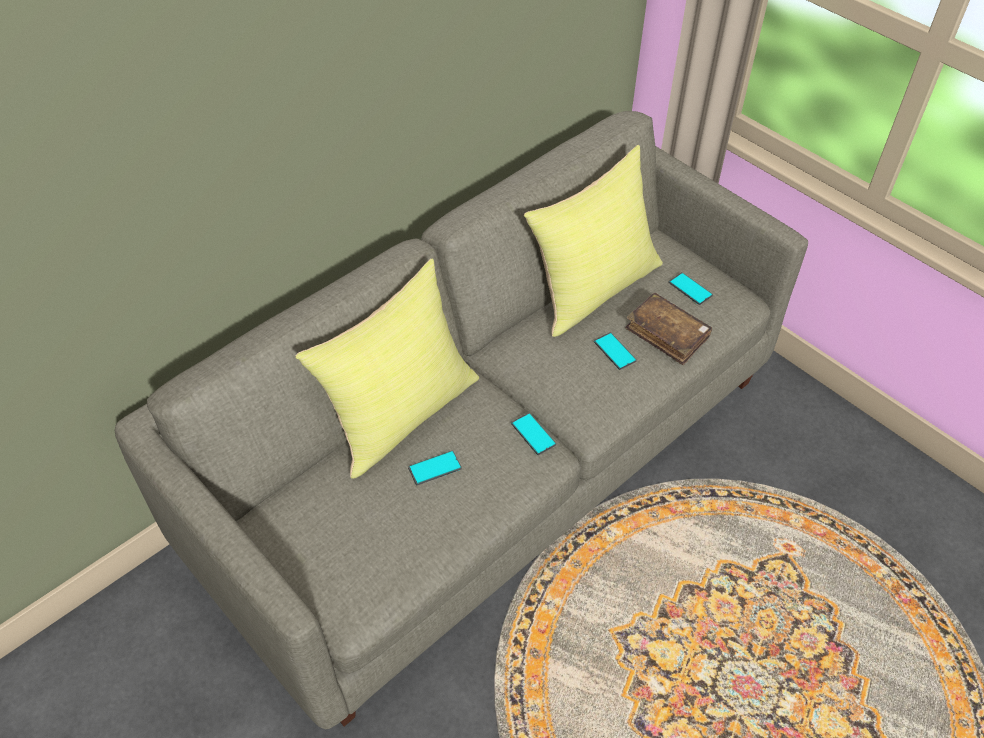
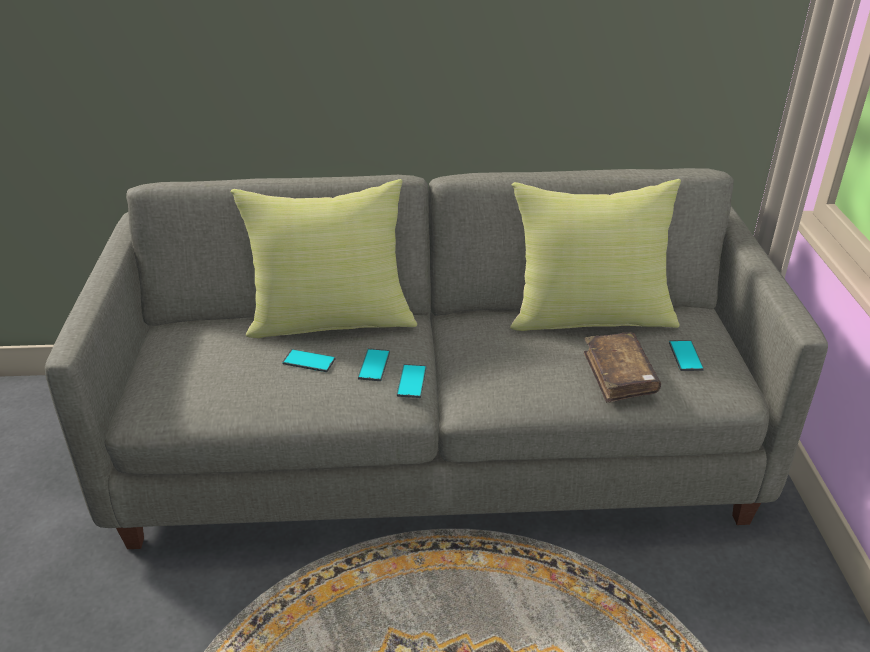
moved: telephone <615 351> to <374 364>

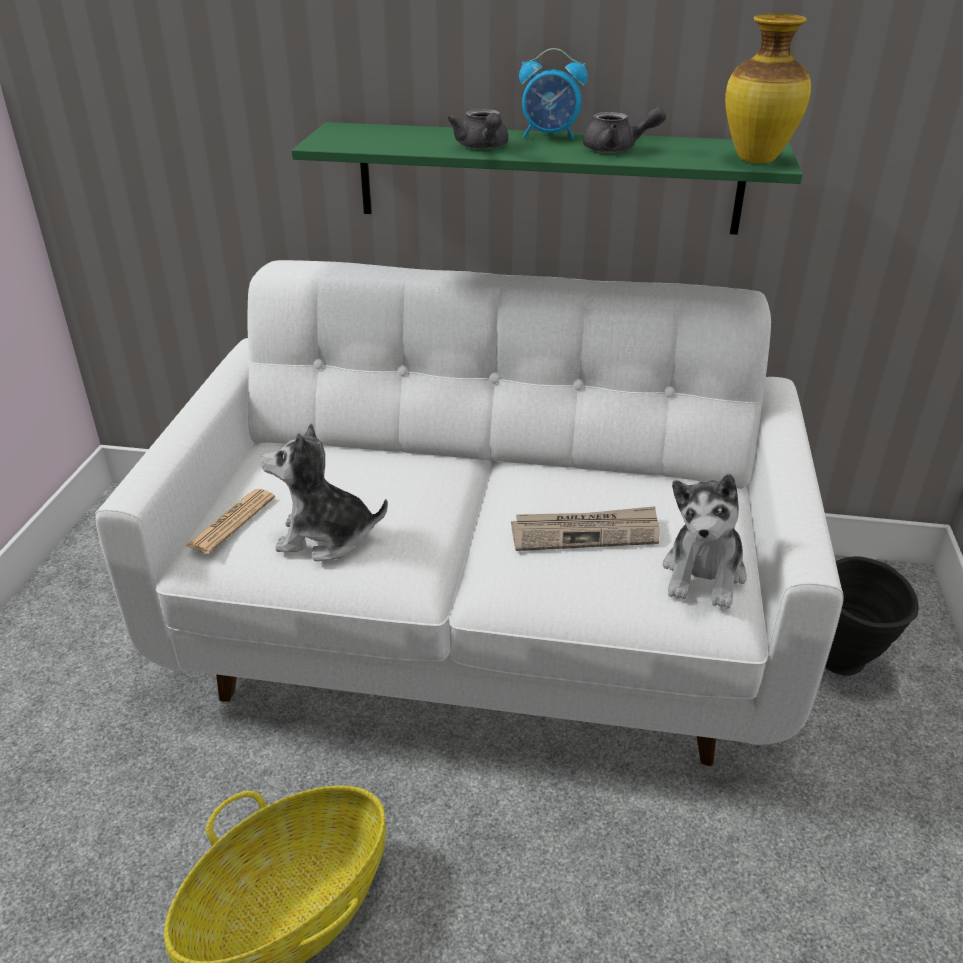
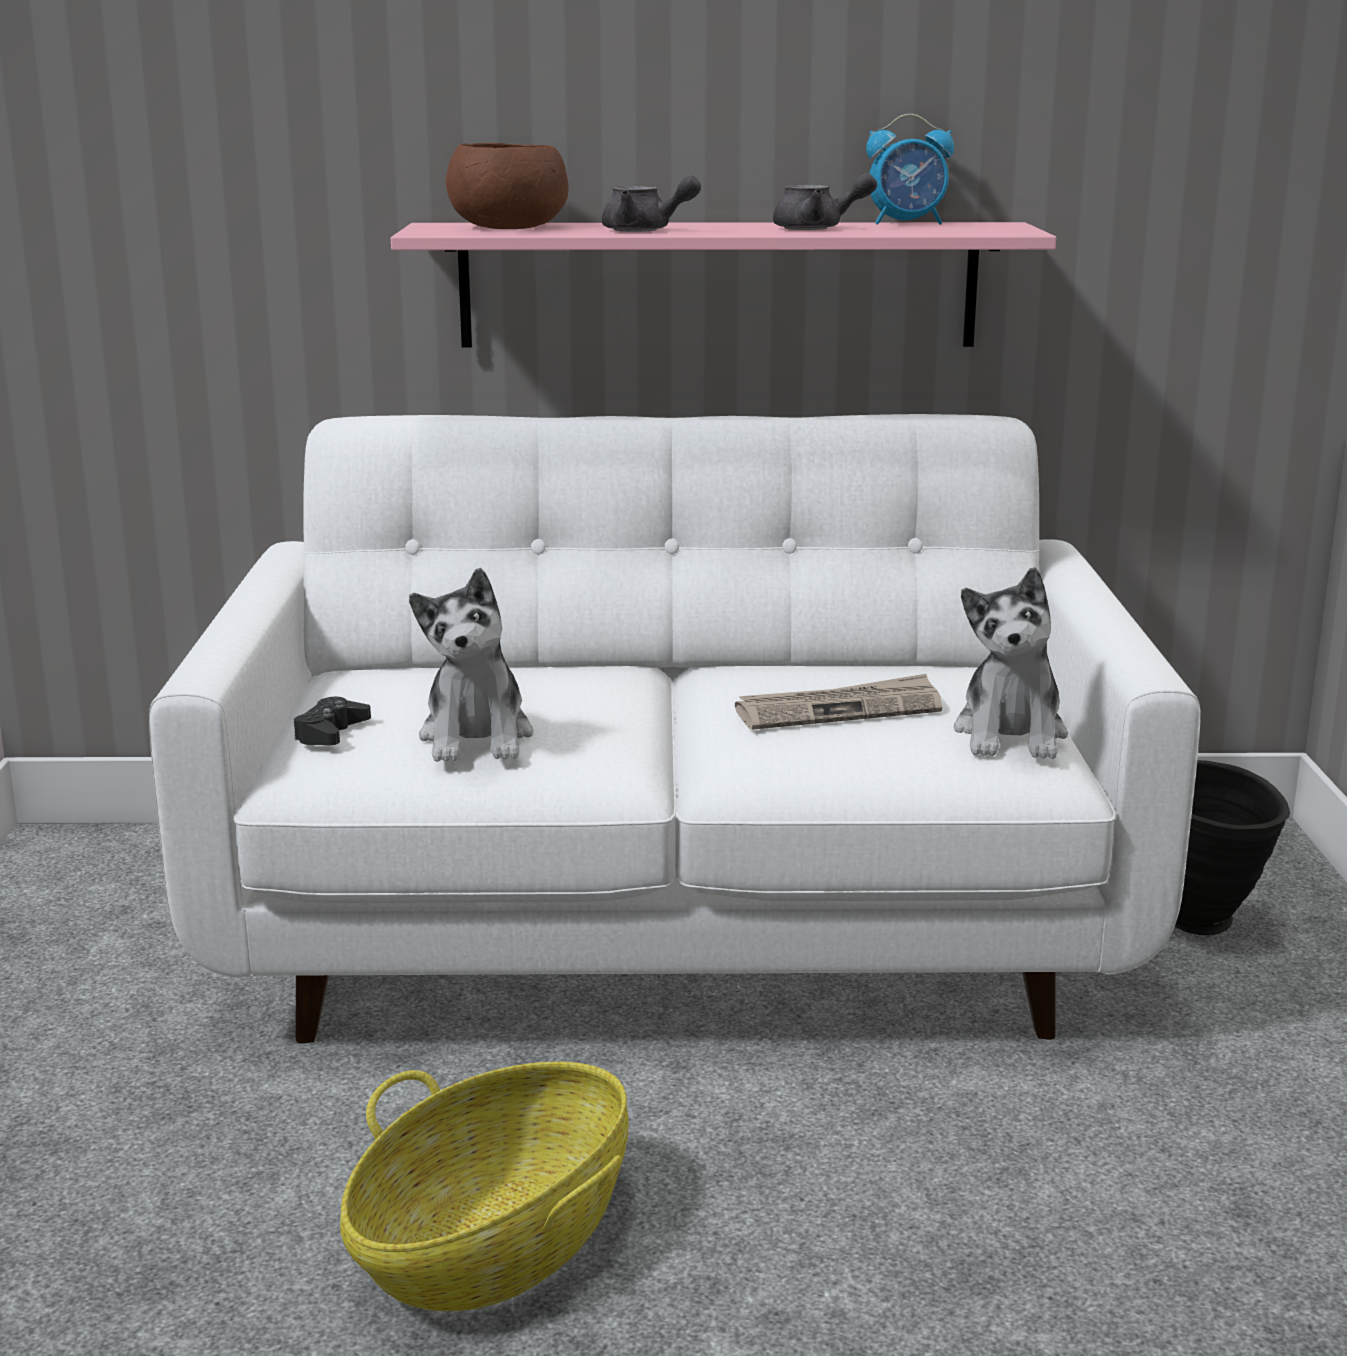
removed: vase <768 88>
added: brownish bowl <507 186>
moved: bedside clock <553 94> to <910 169>
replaced: daily paper <230 521> to black joypad <332 721>
recoloured: green-coloured bracket shelf <547 178> to pinkish bracket shelf <723 285>
turned: plush toy <324 492> = <471 665> 90 degrees counterclockwise; gray pot for tea <478 129> = <651 203> 45 degrees counterclockwise

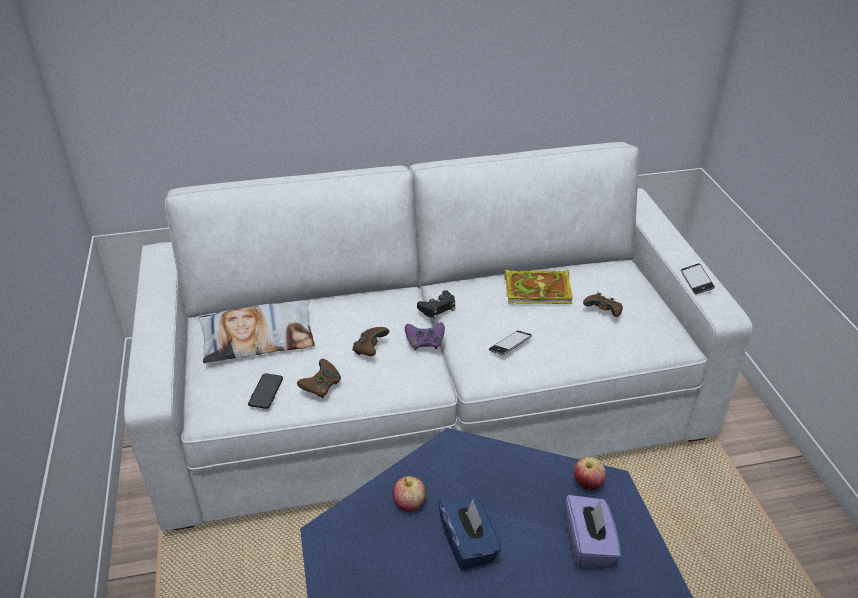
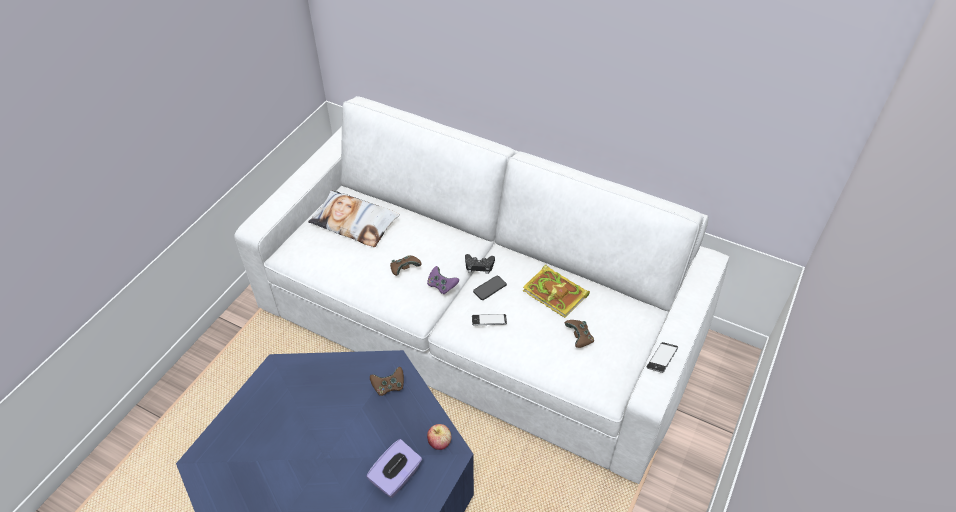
removed: whole apple <409 494>; blue-coloured tissue box <470 533>
moved: telephone <265 391> to <490 287>; brownish joypad <319 378> to <387 381>

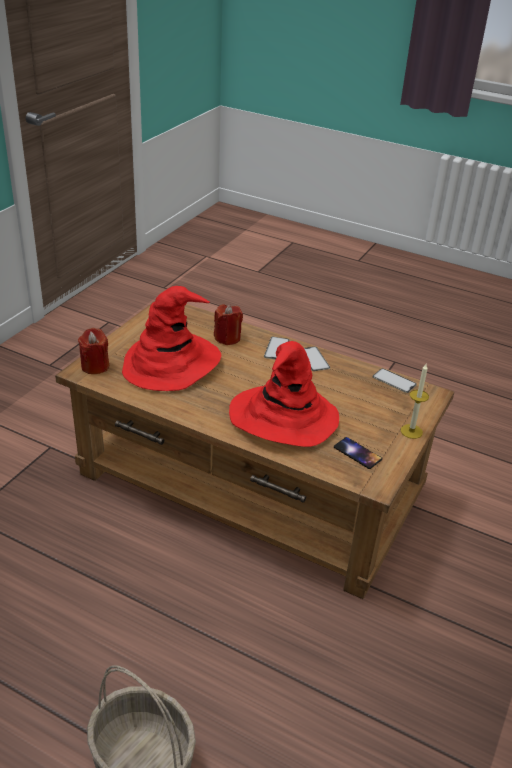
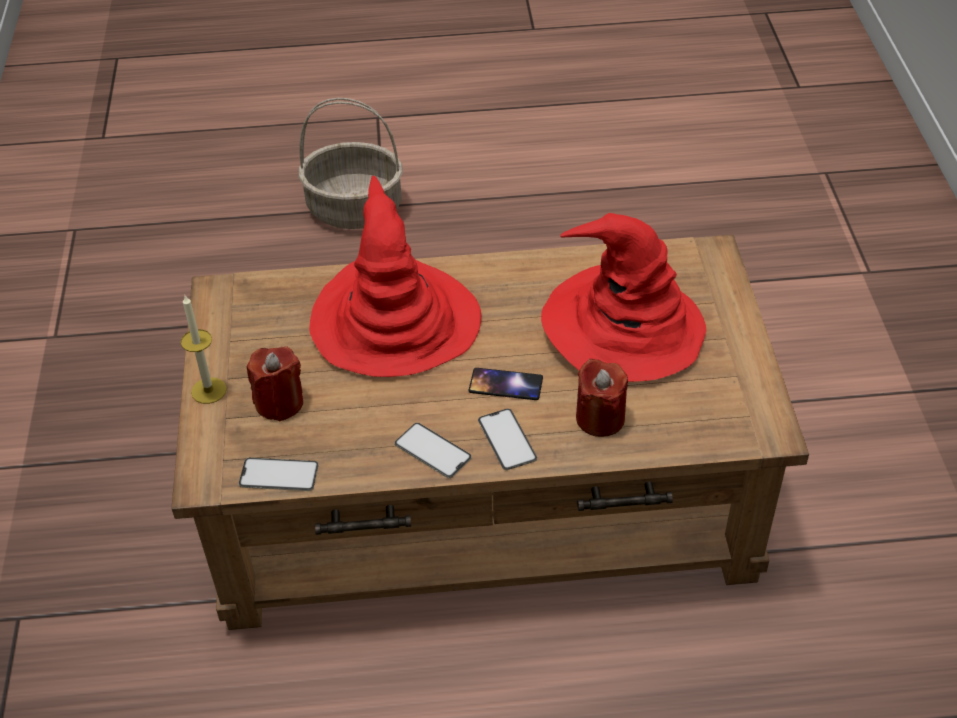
moved: red candle <93 351> to <275 384>; telephone <358 453> to <506 384>

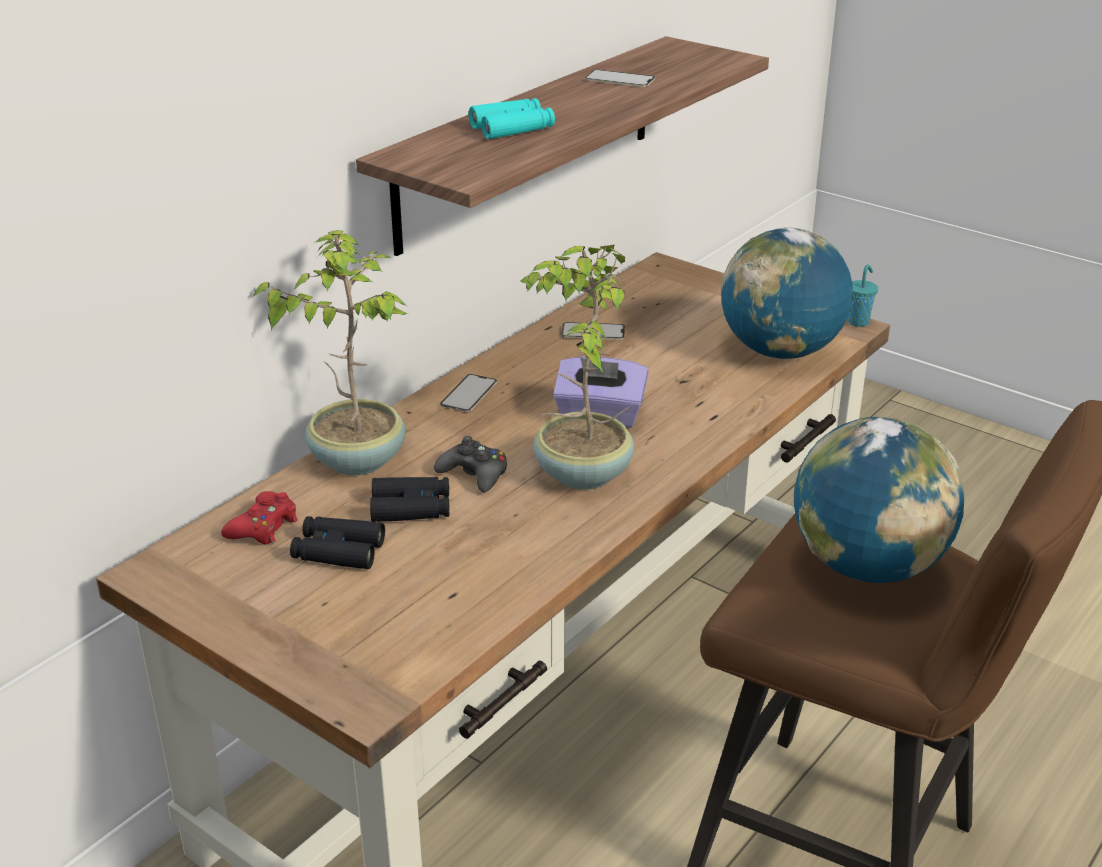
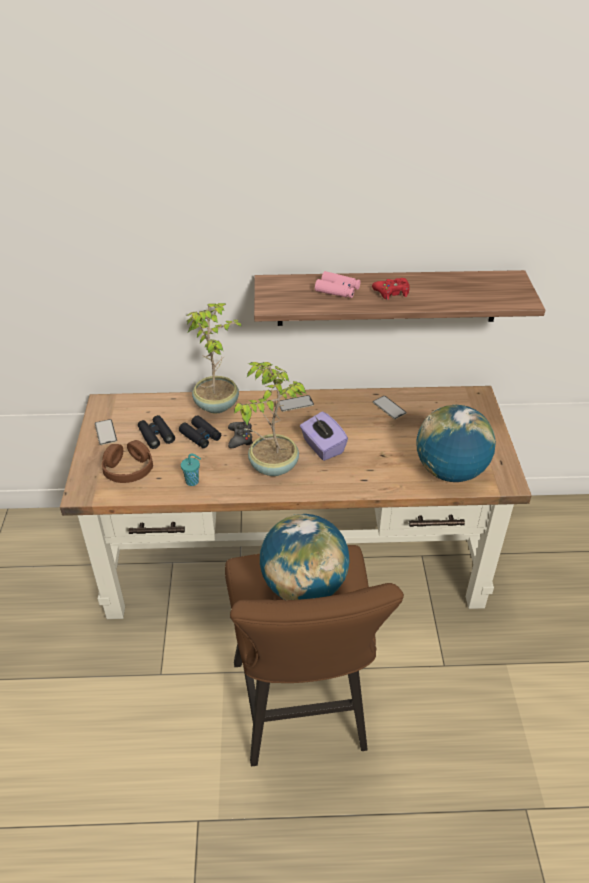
added: brownish pair of headphones <127 461>
moved: red joypad <259 517> to <391 289>; telephone <620 78> to <106 432>; blue-green cup <863 296> to <191 469>
recoloured: blue-green pair of binoculars <512 118> to pinkish pair of binoculars <337 284>

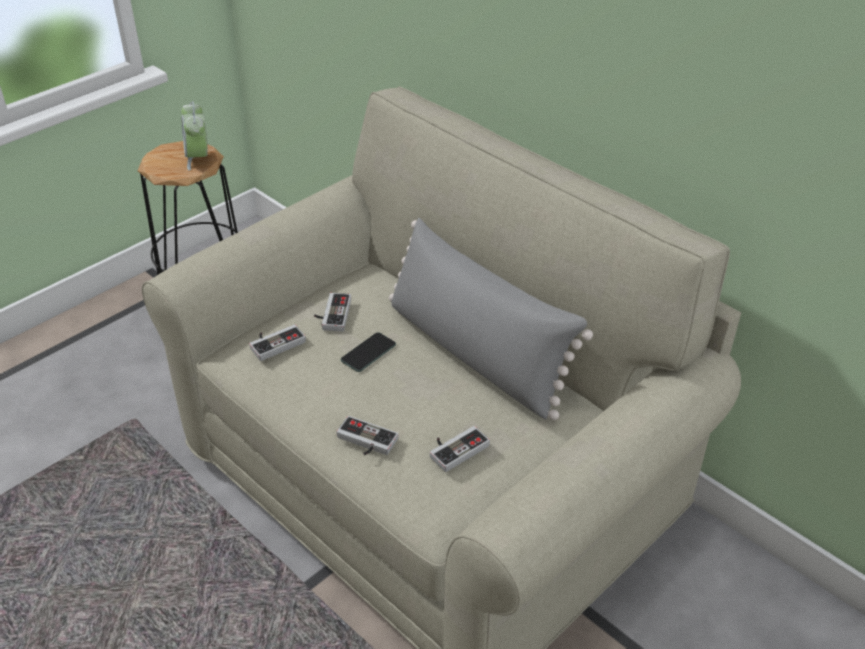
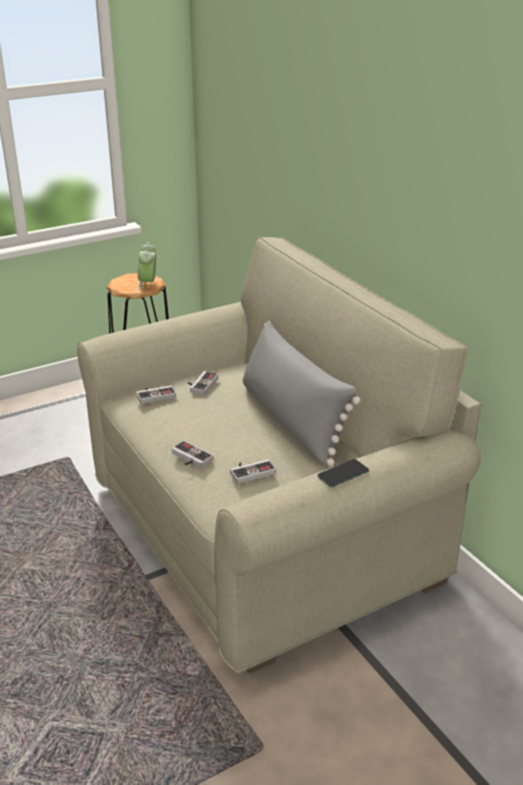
moved: telephone <368 352> to <343 473>

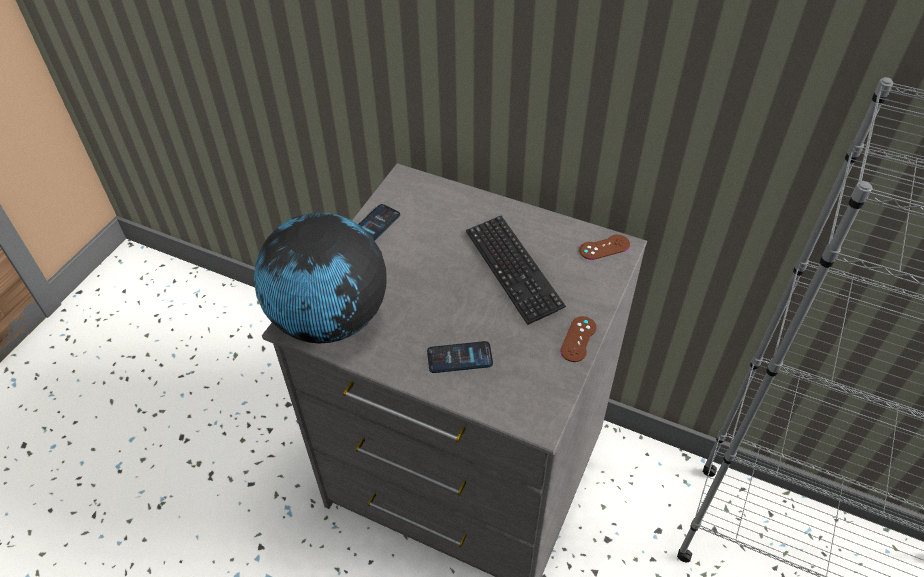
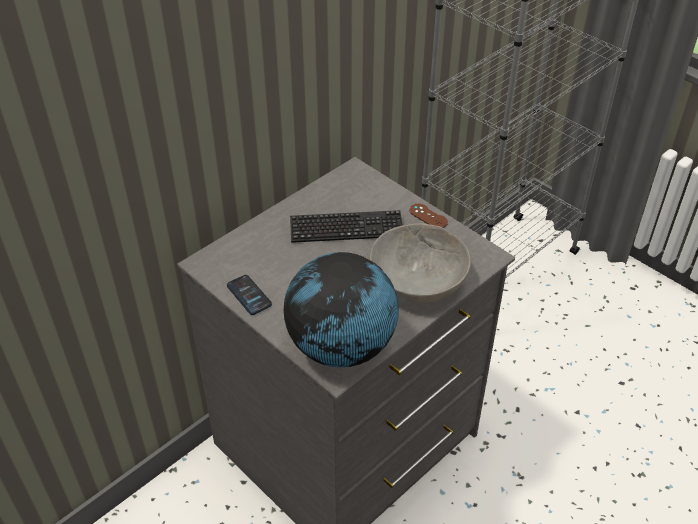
removed: brownish joypad <604 247>
replaced: telephone <460 357> to gray bowl <420 263>

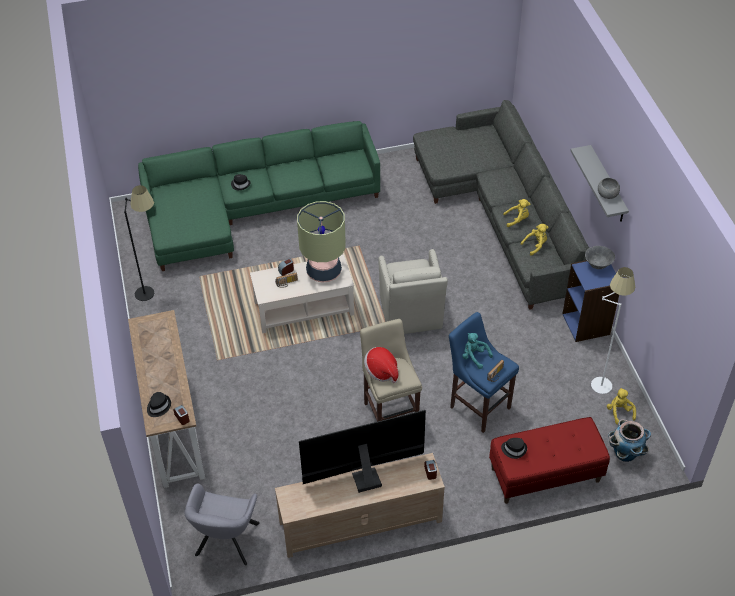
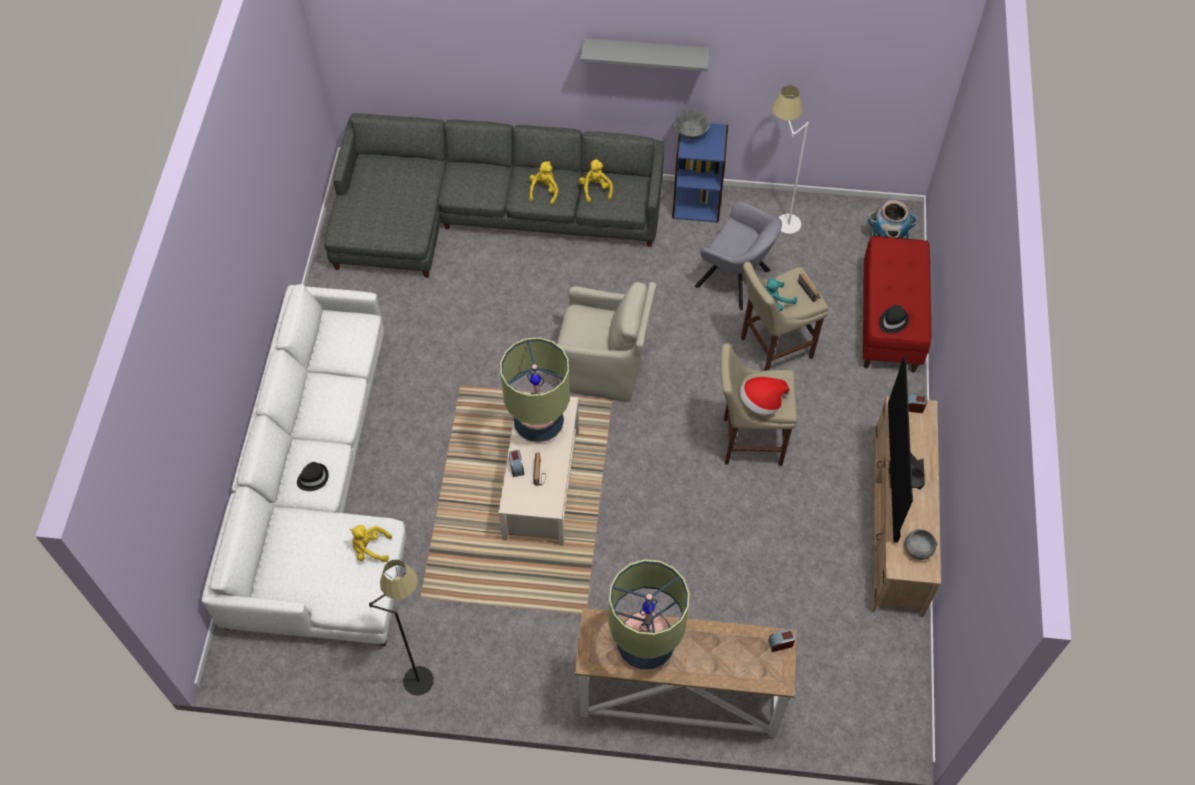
removed: black clothing hat <159 404>
added: lamp for a table <649 614>
moved: gray armchair <222 525> to <738 256>; gray bowl <609 188> to <920 544>; yellowish plush toy <621 406> to <371 543>
recoloured: green-coloured couch <259 196> to white-coloured couch <304 465>; blue-coloured sitting stool <484 372> to sand-coloured sitting stool <785 316>

